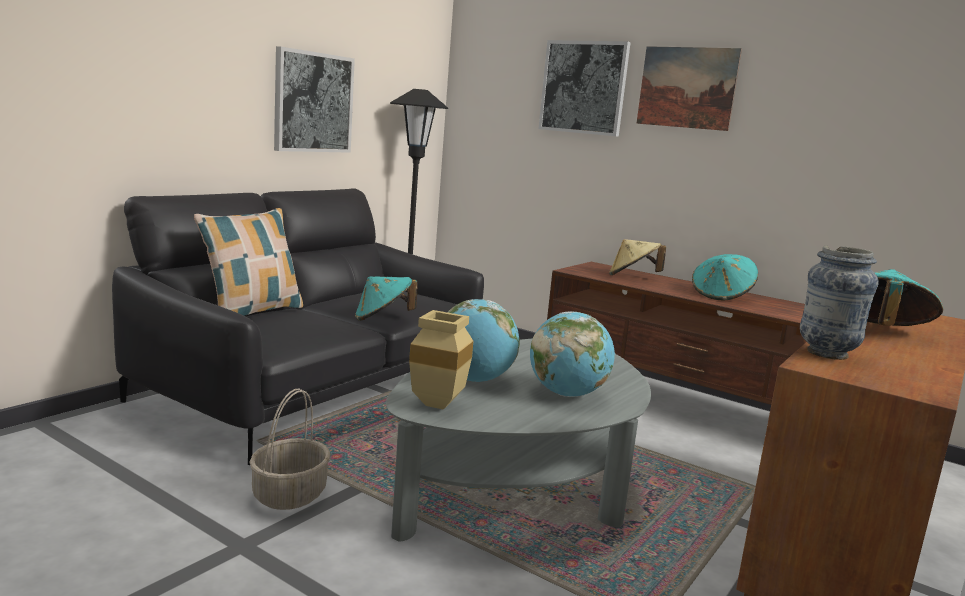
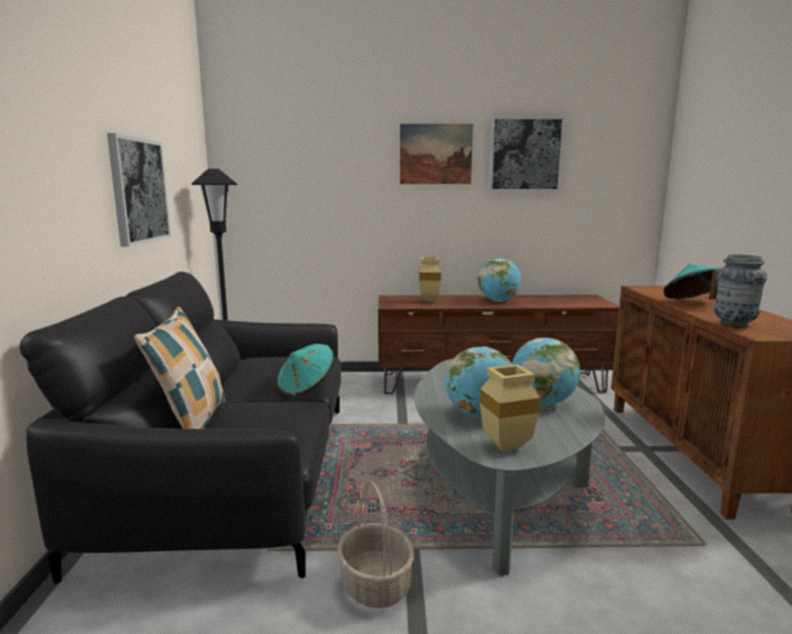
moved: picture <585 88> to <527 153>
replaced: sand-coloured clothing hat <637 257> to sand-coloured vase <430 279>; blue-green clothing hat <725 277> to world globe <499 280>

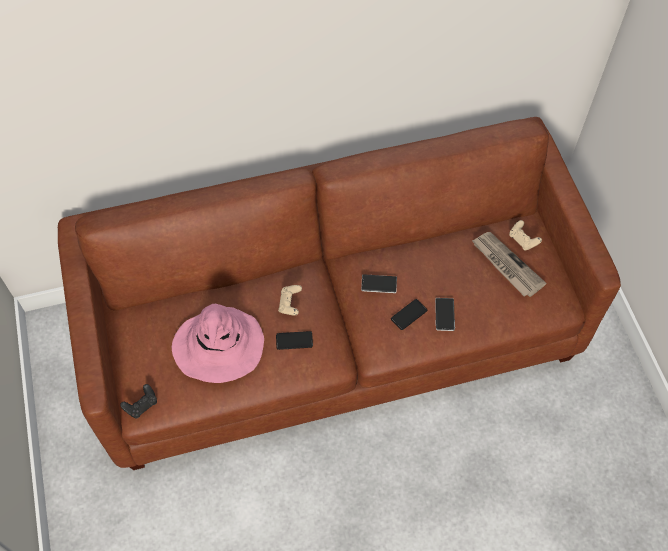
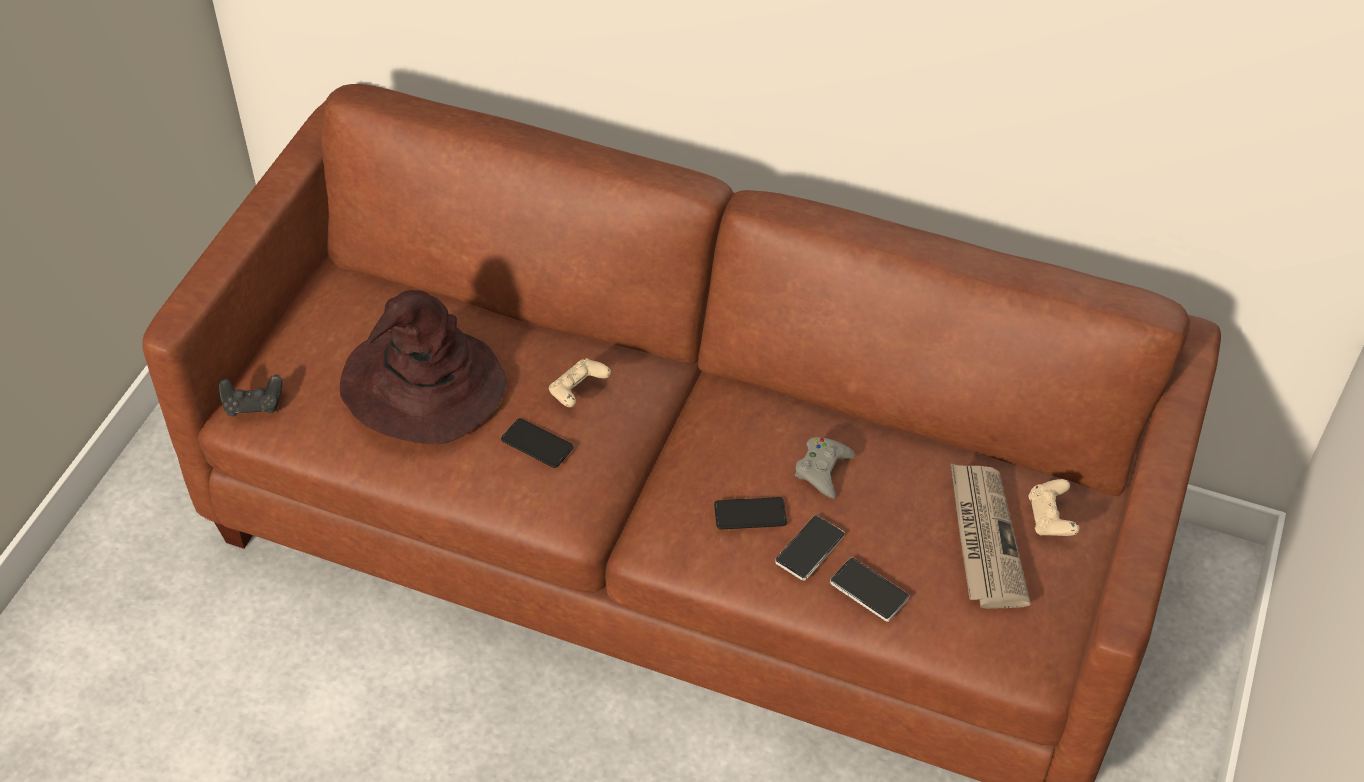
added: gray joypad <825 468>
moved: telephone <379 283> to <869 590>
recoloured: pinkish clothing hat <218 343> to brownish clothing hat <423 367>

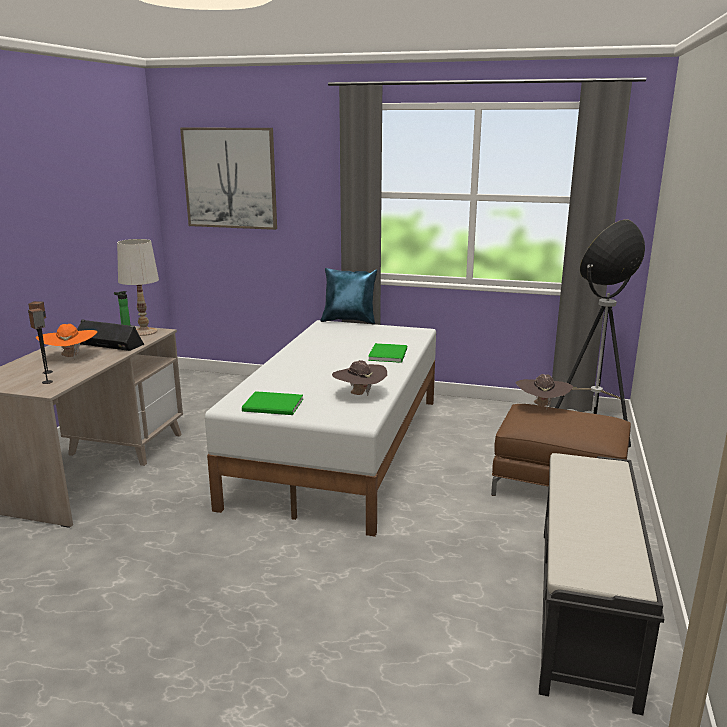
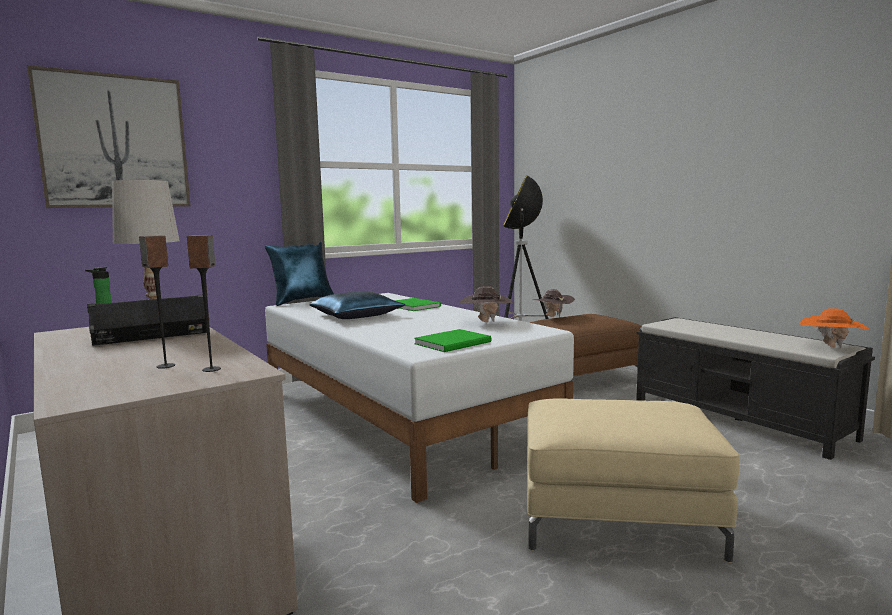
added: blue-coloured pillow <357 305>; sand-coloured pouffe <633 480>
moved: orangey clothing hat <66 341> to <834 328>

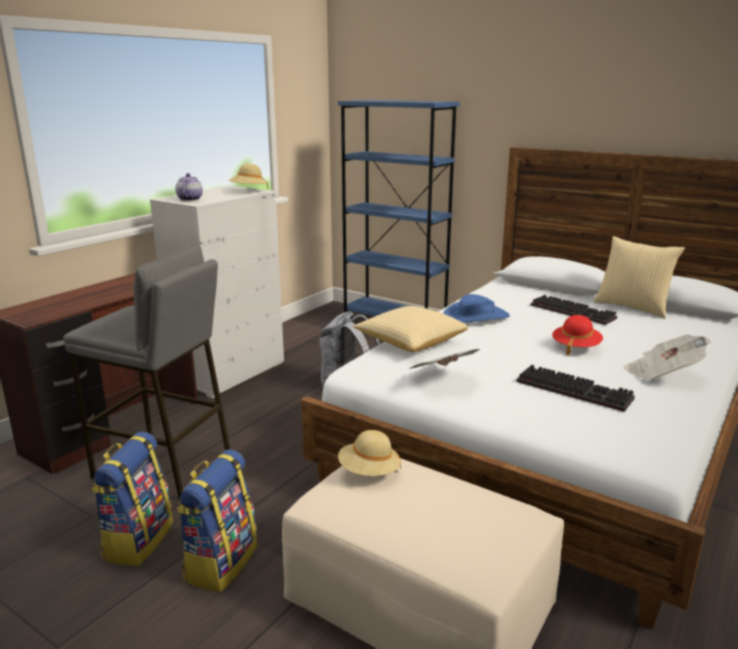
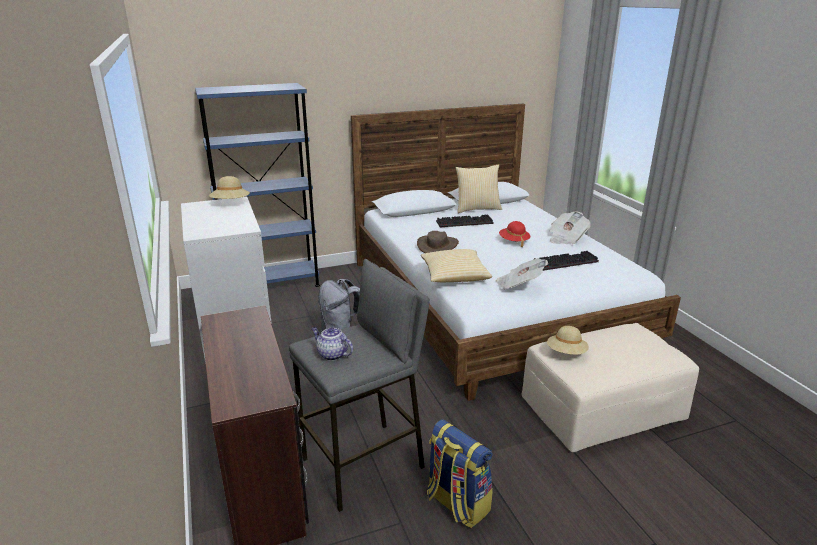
removed: backpack <217 521>
moved: pot for tea <189 187> to <332 344>
recoloured: blue-coloured clothing hat <476 308> to brownish clothing hat <438 242>

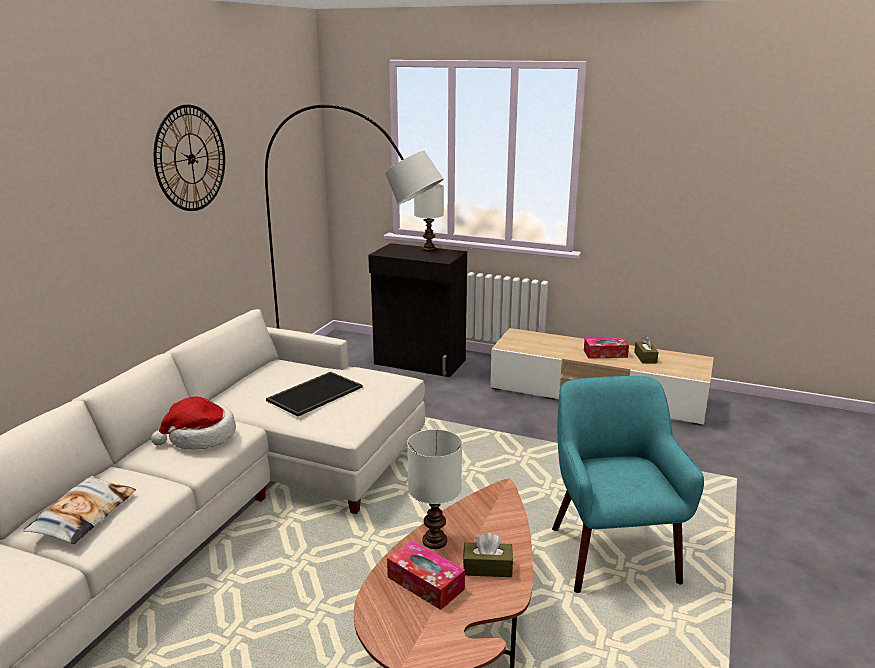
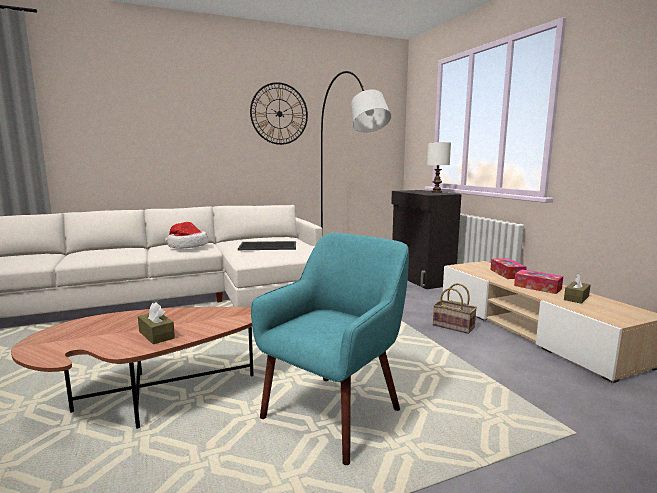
removed: pillow <79 510>; white-coloured lamp for a table <434 489>
added: storage basket <455 308>
moved: tissue box <426 575> to <509 268>

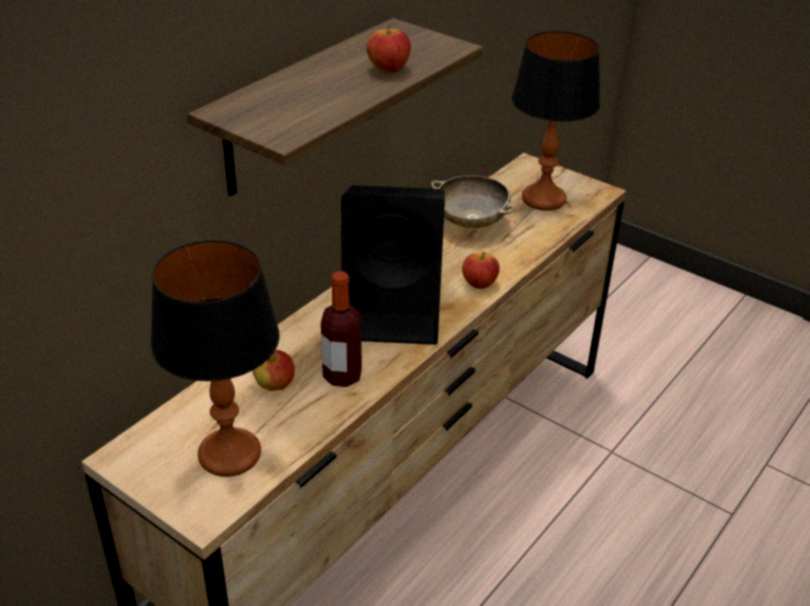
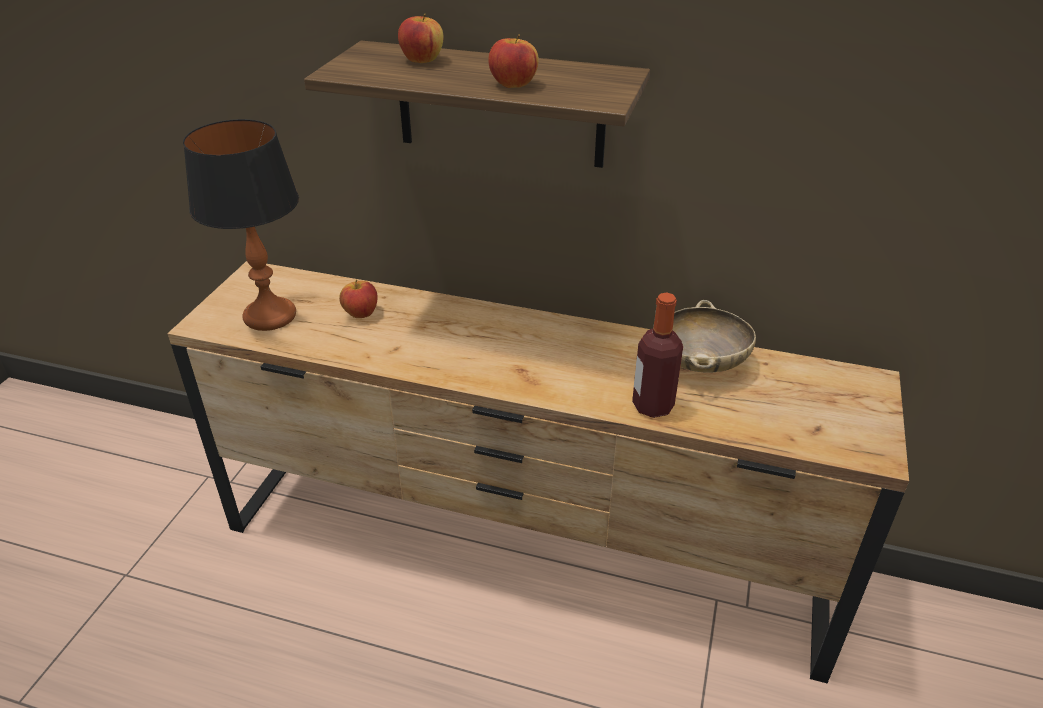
removed: black loudspeaker <393 265>; lamp for a table <556 121>
moved: bottle <341 329> to <657 355>; whole apple <481 270> to <420 38>

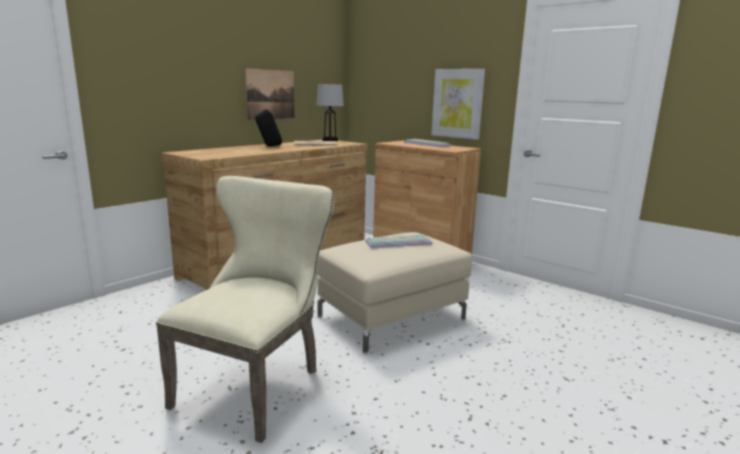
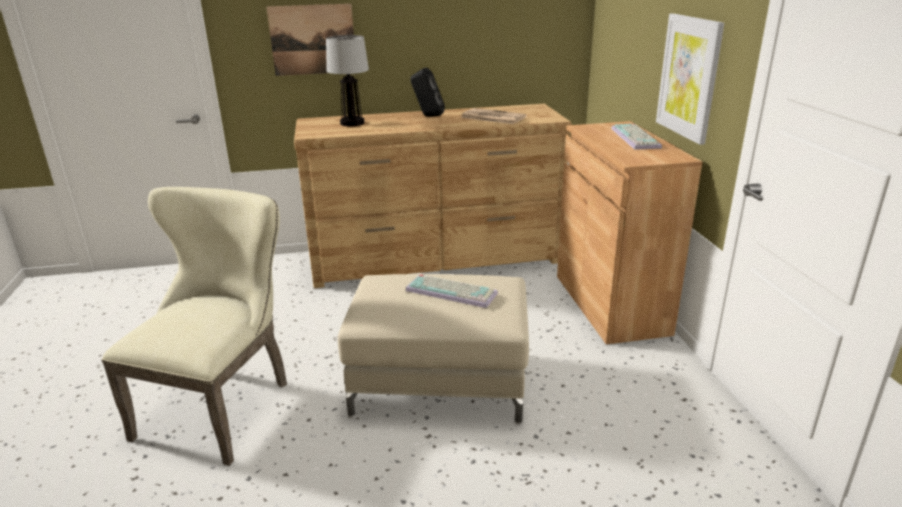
moved: picture <269 94> to <310 40>; lamp for a table <330 112> to <347 80>
turned: sand-coloured chair <245 309> = <194 326> 45 degrees counterclockwise

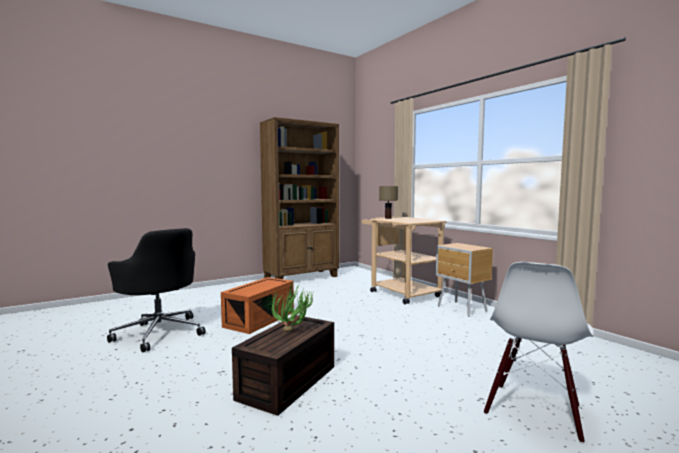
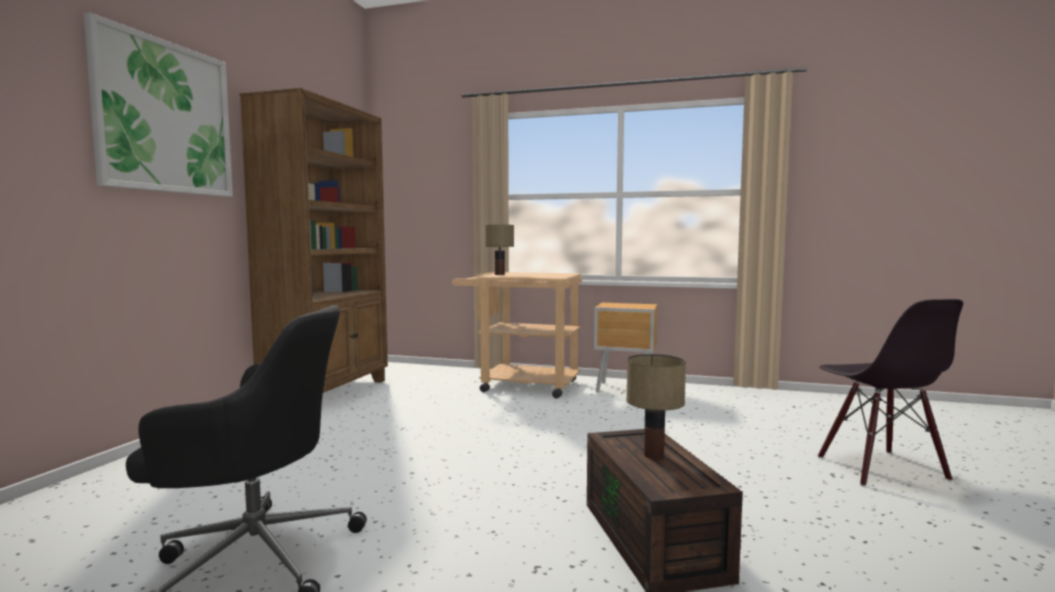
removed: orangey storage bin <257 305>
added: picture <158 104>
replaced: potted plant <292 308> to lamp for a table <656 406>
recoloured: white-coloured chair <539 352> to black chair <890 393>

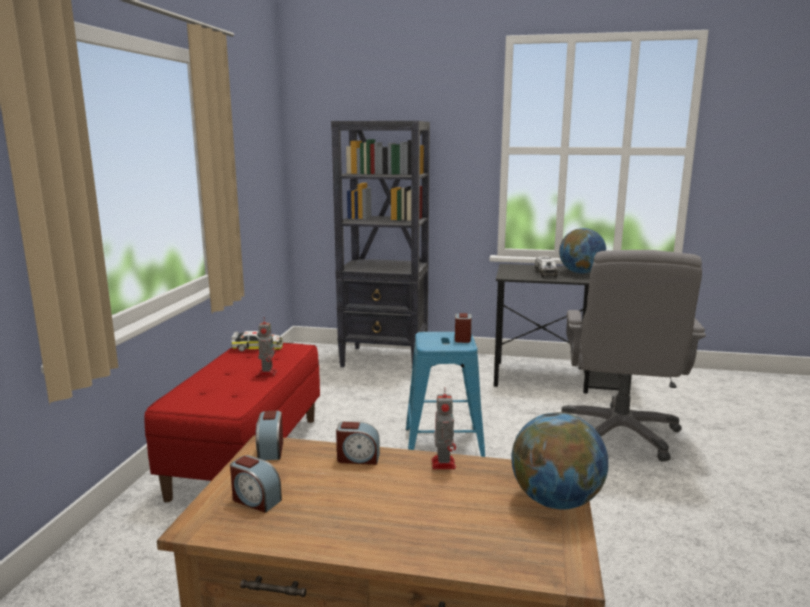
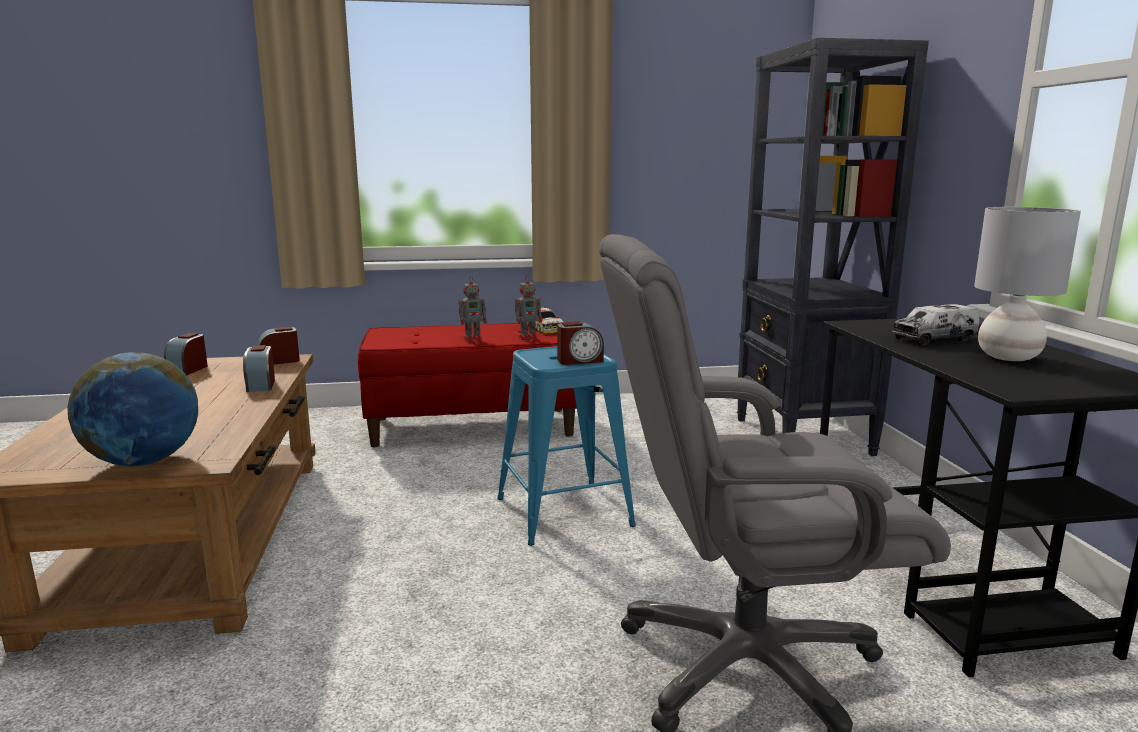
moved: model robot <444 428> to <528 308>
replaced: world globe <582 251> to gray lamp for a table <1027 284>

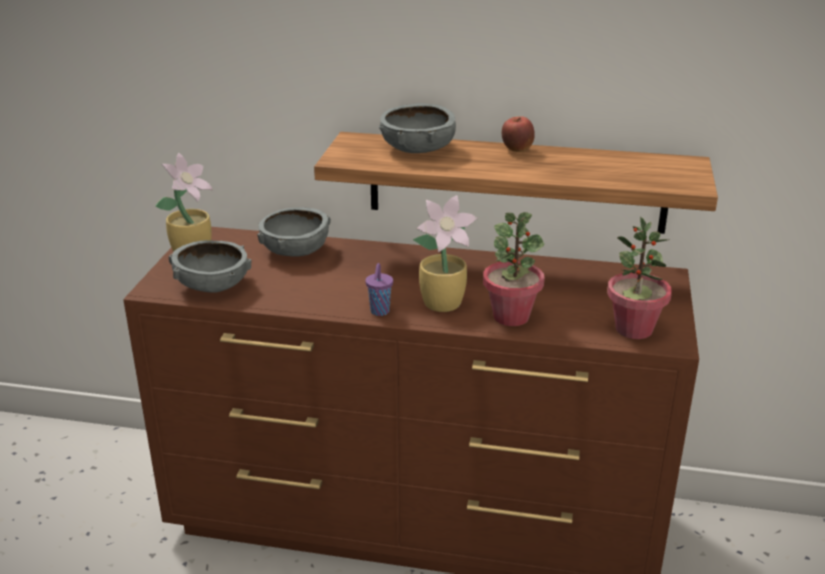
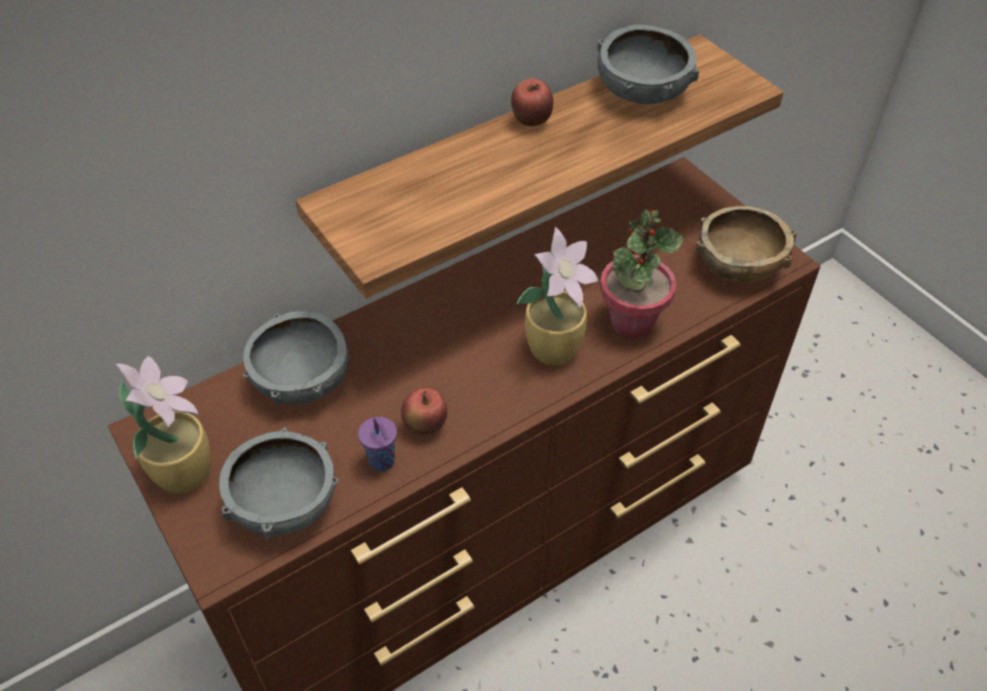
added: whole apple <424 411>
moved: purple-coloured cup <379 289> to <377 444>; gray bowl <417 128> to <648 64>
replaced: potted plant <639 277> to brownish bowl <746 244>

